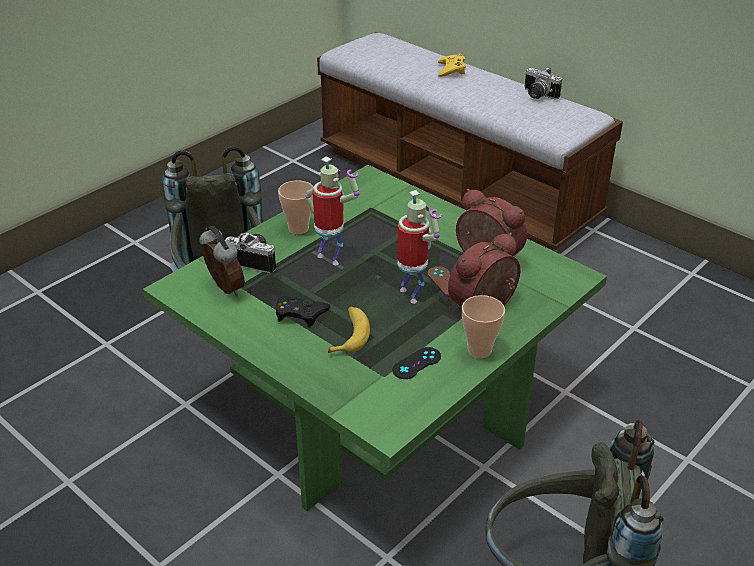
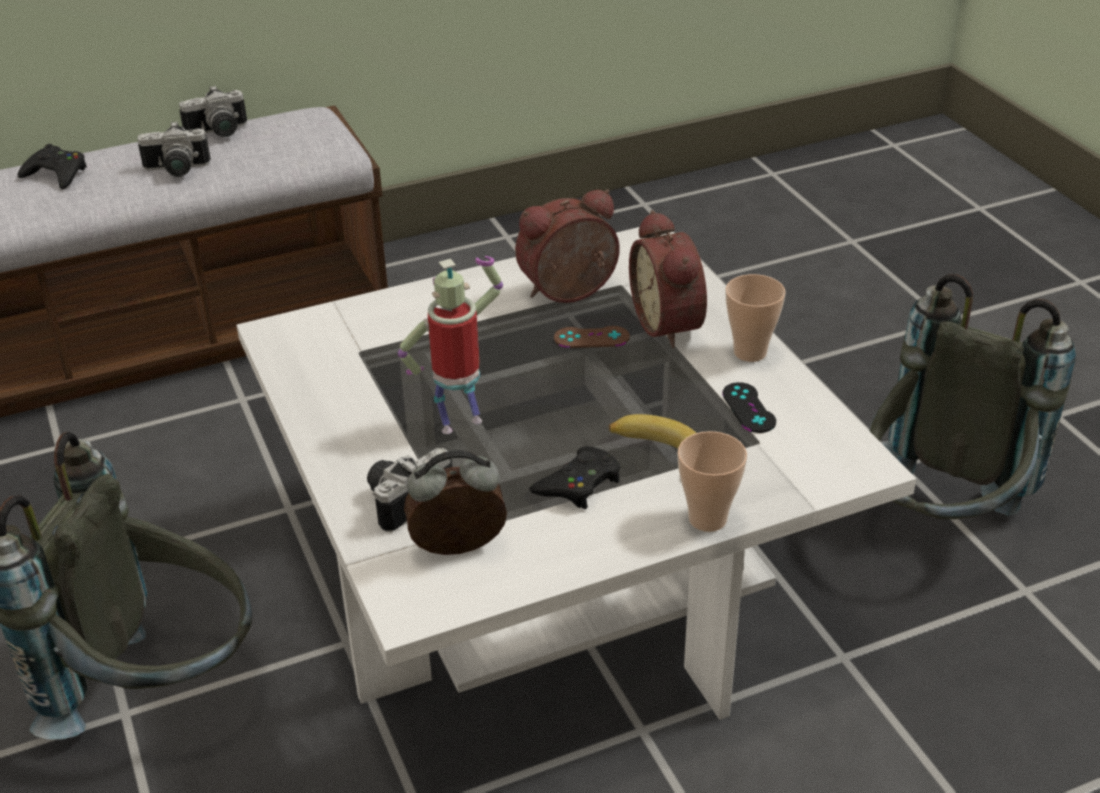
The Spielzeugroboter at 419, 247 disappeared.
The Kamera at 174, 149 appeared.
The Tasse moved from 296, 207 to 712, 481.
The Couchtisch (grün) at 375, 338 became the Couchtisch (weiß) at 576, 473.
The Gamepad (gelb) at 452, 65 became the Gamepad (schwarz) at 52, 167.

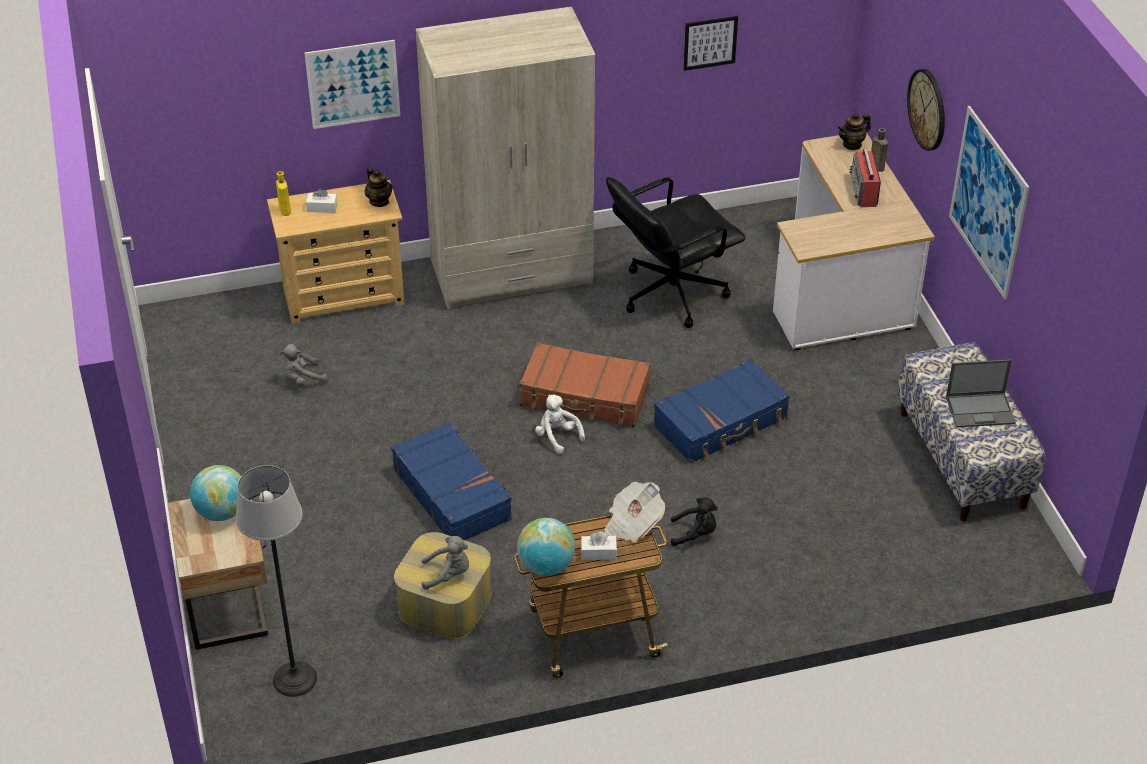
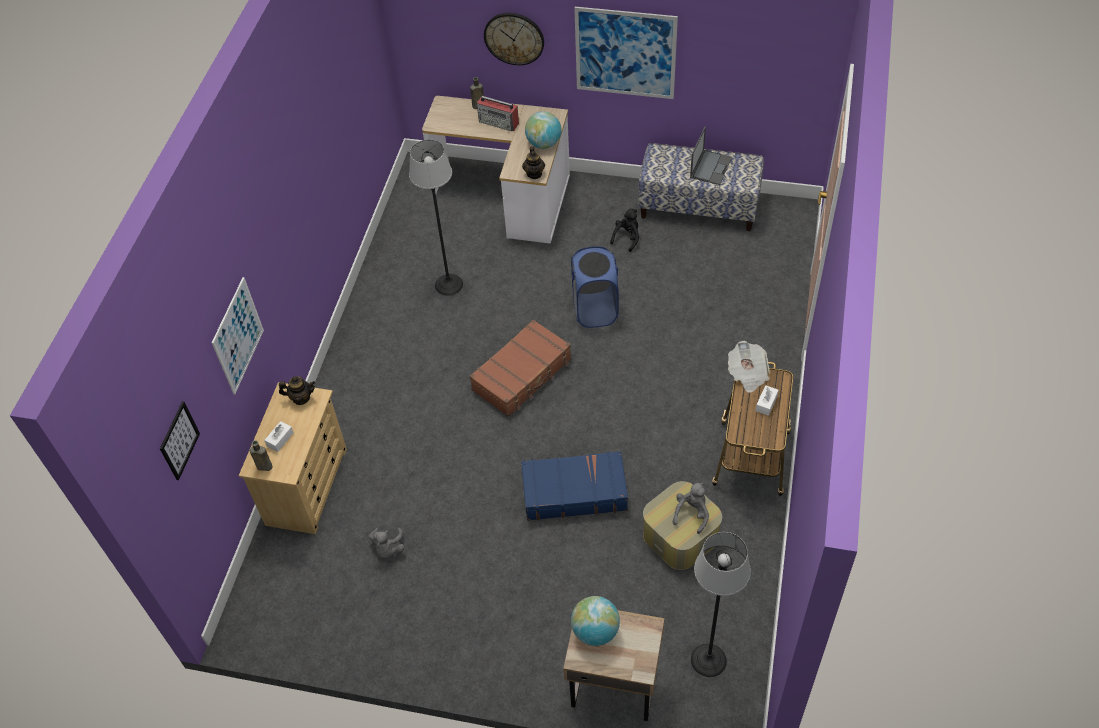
The Kleiderschrank (beige) at 505, 157 disappeared.
The Plüschtier (weiß) at 560, 424 disappeared.
The Globus moved from 546, 547 to 543, 130.
The Plüschtier (schwarz) moved from 694, 521 to 624, 230.
The Bild moved from 710, 43 to 180, 440.
The Teekanne moved from 854, 131 to 533, 162.
The Bürostuhl (schwarz) at 676, 252 was replaced by the Stehlampe at 436, 217.
The Koffer (blau) at 721, 411 was replaced by the Wäschekorb (blau) at 595, 287.
The Flasche (gelb) at 283, 193 became the Flasche (braun) at 261, 455.

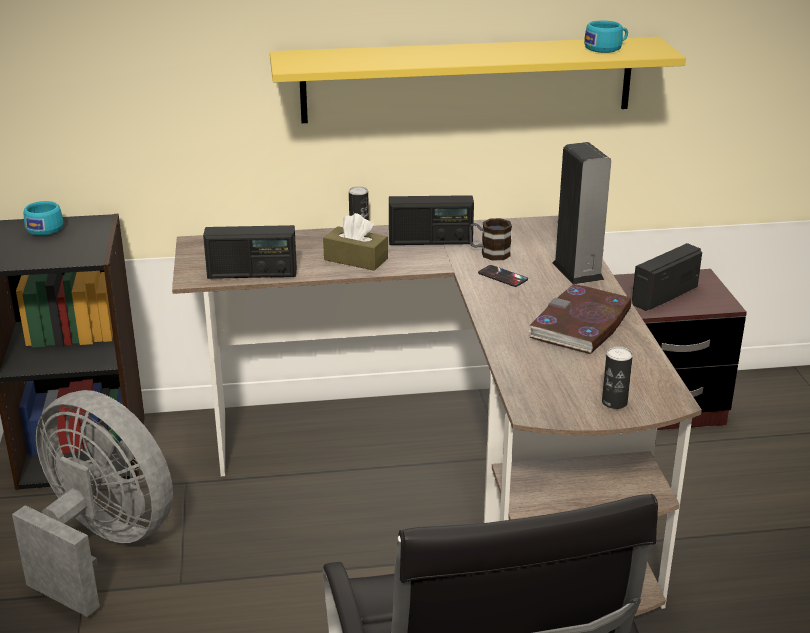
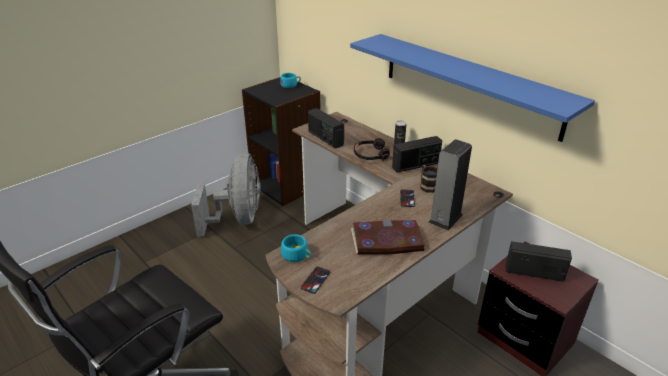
The Tasse (türkis) moved from 606, 36 to 296, 248.
The Taschentuchbox (braun) at 355, 242 was replaced by the Kopfhörer (schwarz) at 372, 149.
The Dose at 617, 378 was replaced by the Handy at 316, 280.
The Wandregal (gelb) at 478, 80 became the Wandregal (blau) at 472, 88.
The Radio at 431, 220 turned 75 degrees counterclockwise.

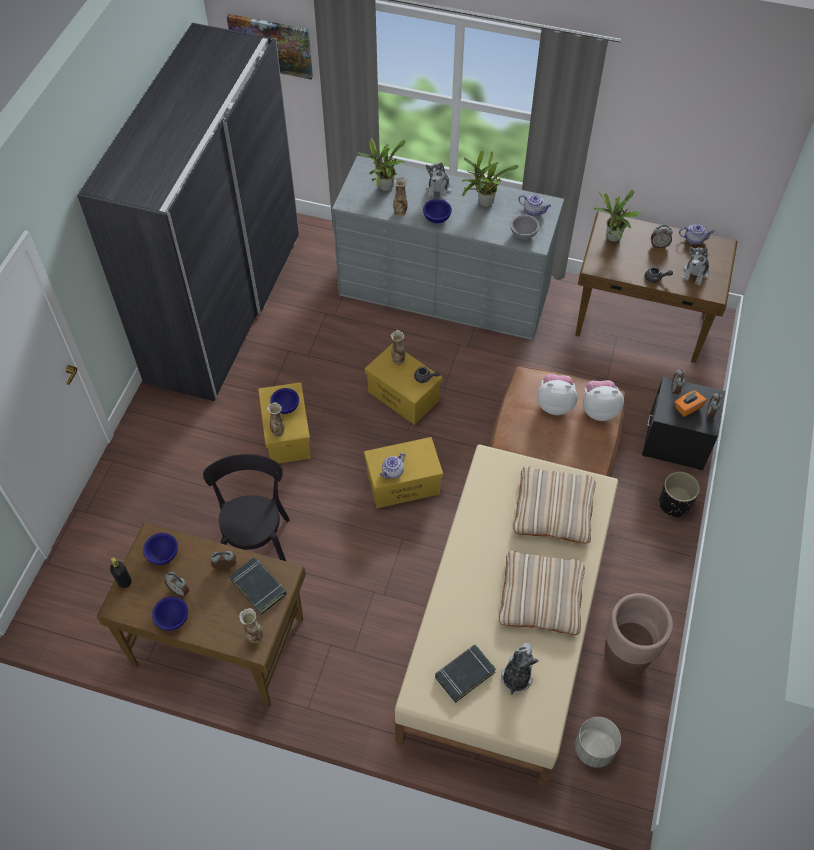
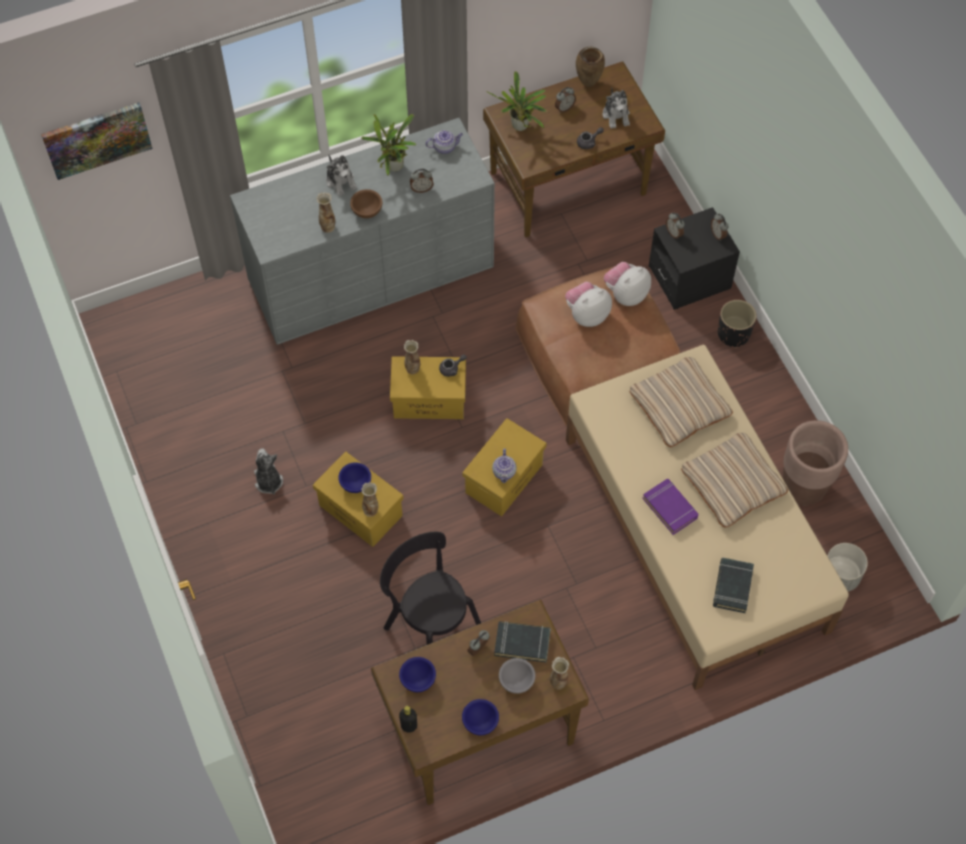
The Kleiderschrank (grau) at 188, 212 disappeared.
The Topfpflanze at 381, 164 disappeared.
The Taschentuchbox (orange) at 691, 404 disappeared.
The Buch (lila) at 670, 507 appeared.
The Wecker moved from 177, 584 to 422, 181.
The Plüschtier moved from 520, 669 to 268, 471.
The Schüssel (grau) moved from 524, 227 to 517, 676.
The Teekanne at 697, 234 was replaced by the Vase (braun) at 590, 67.
The Schüssel (blau) at 437, 211 became the Schüssel (braun) at 366, 203.

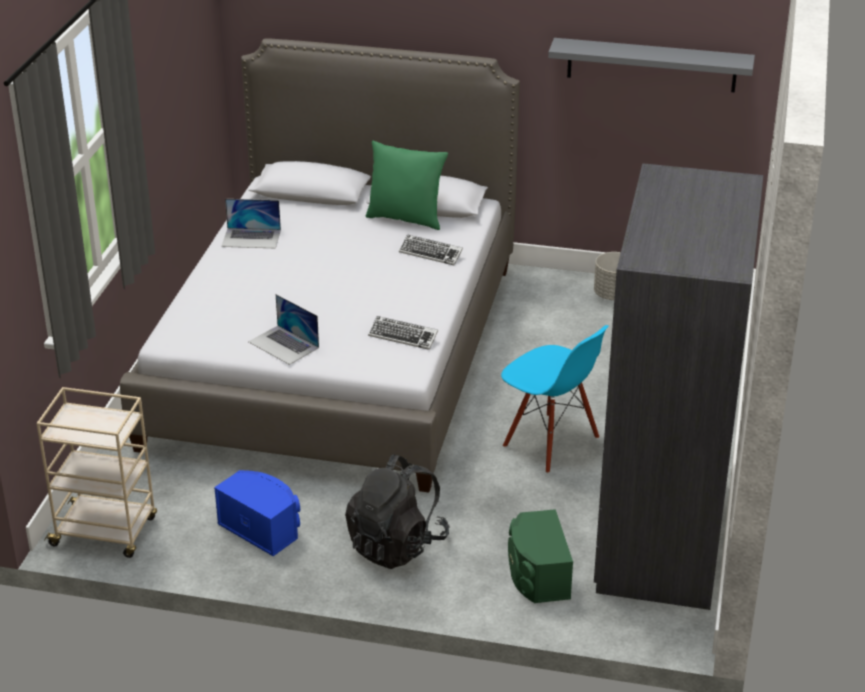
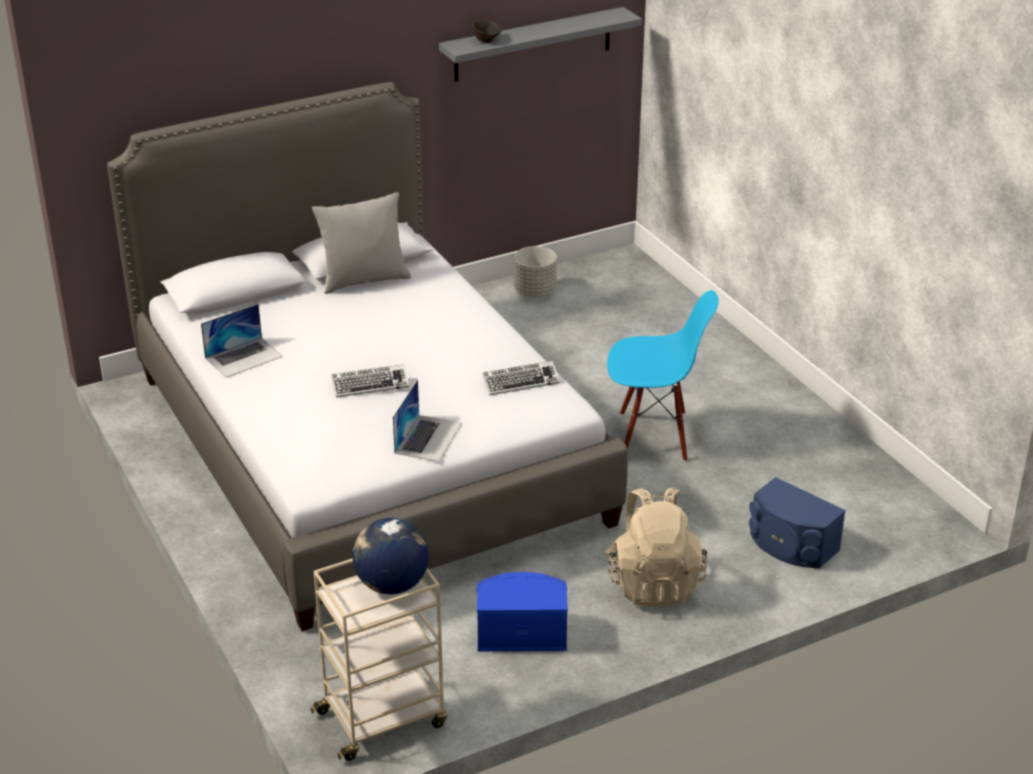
The Kleiderschrank (grau) at 678, 387 disappeared.
The Globus at 390, 556 appeared.
The Schüssel (braun) at 487, 31 appeared.
The Tastatur moved from 431, 249 to 370, 381.
The Rucksack (schwarz) at 397, 511 became the Rucksack (beige) at 656, 547.
The Kissen (grün) at 406, 185 became the Kissen (grau) at 361, 243.
The Lautsprecher (grün) at 540, 556 became the Lautsprecher (blau) at 797, 522.
The Laptop at 283, 329 turned 75 degrees counterclockwise.

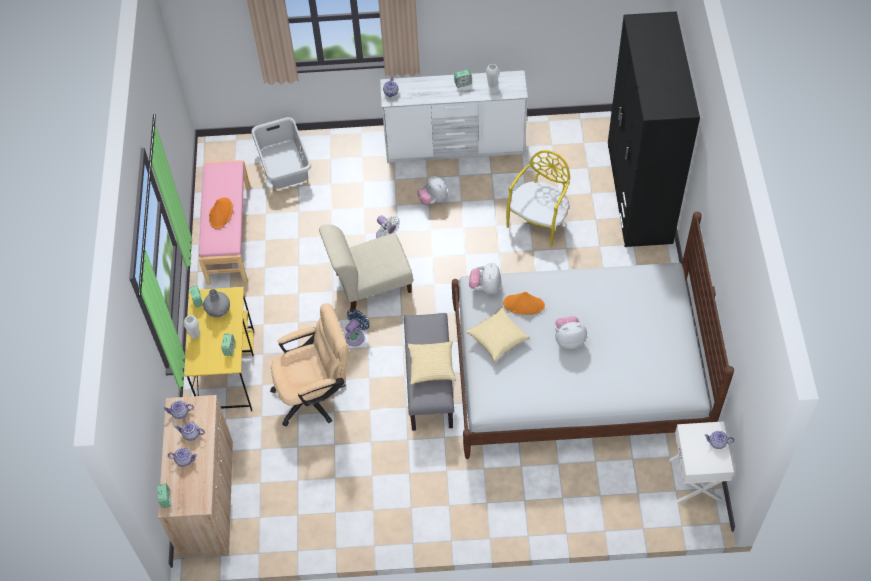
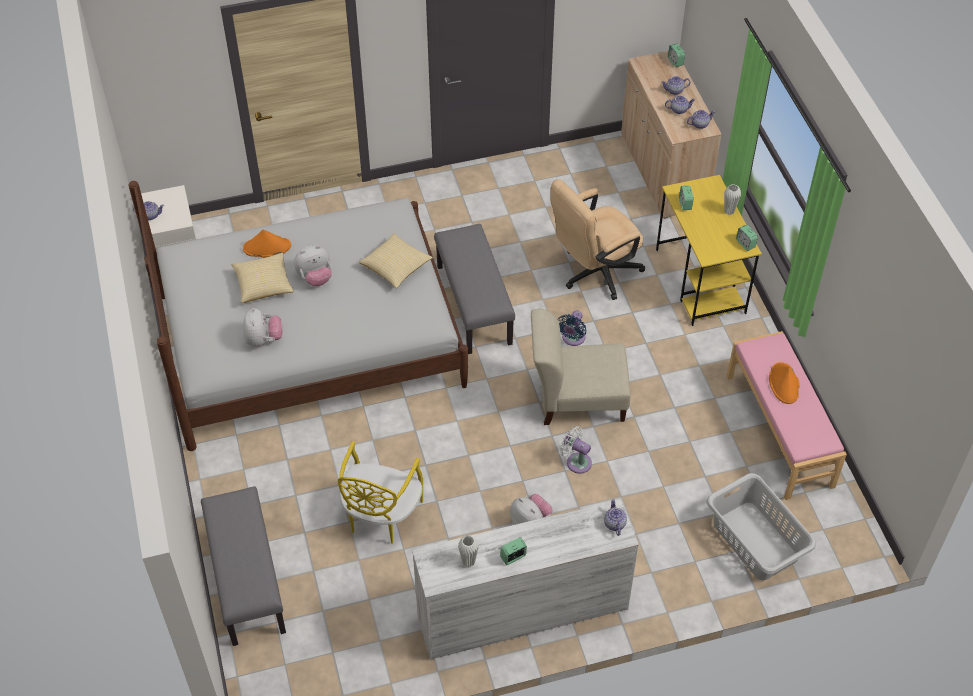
The Vase (grau) at 216, 303 disappeared.
The Kissen moved from 432, 362 to 262, 278.
The Plüschtier moved from 485, 278 to 262, 327.
The Hut (orange) moved from 524, 303 to 267, 243.
The Kleiderschrank (schwarz) at 654, 129 was replaced by the Bank (grau) at 243, 566.
The Stuhl (beige) at 366, 268 turned 150 degrees counterclockwise.

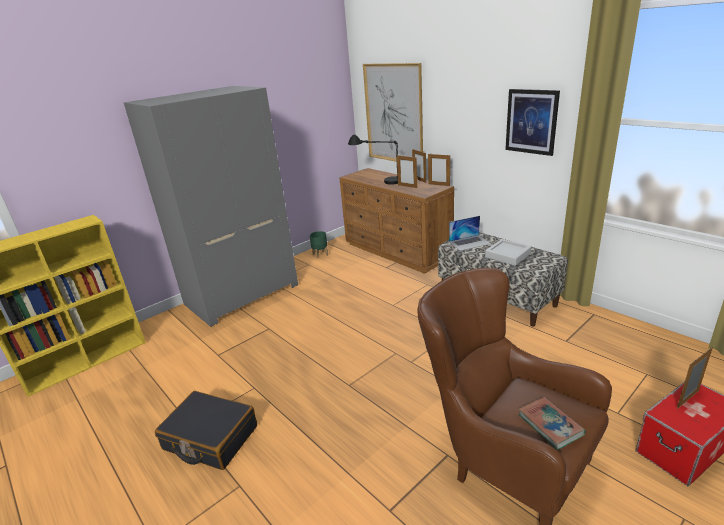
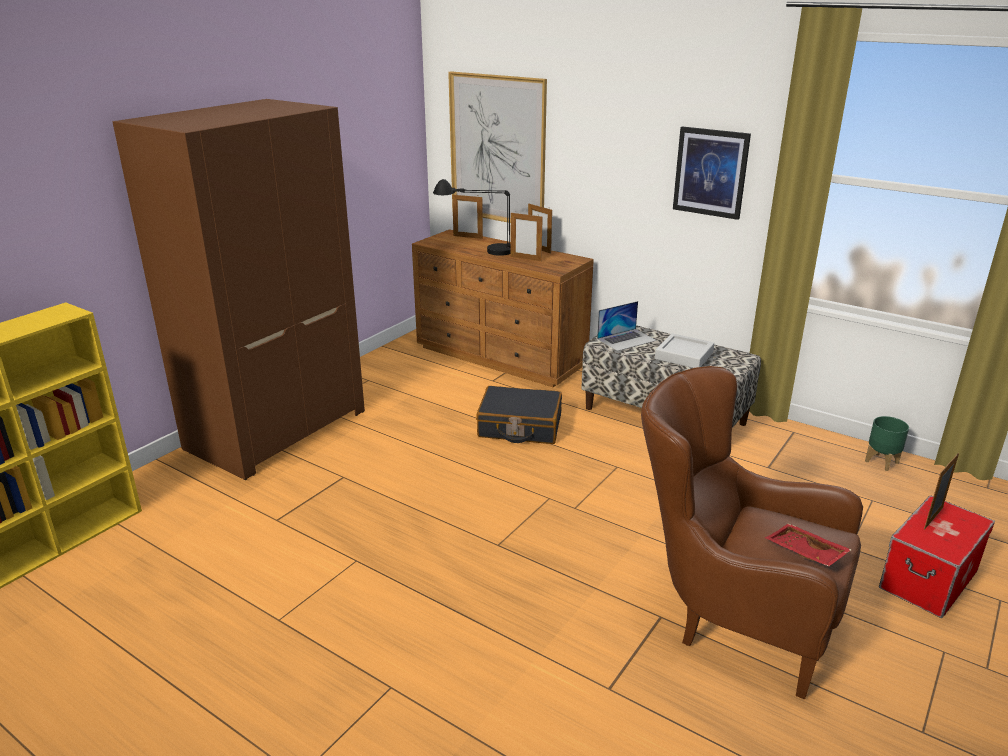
The Koffer (schwarz) moved from 206, 430 to 519, 415.
The Pflanzkübel (grün) moved from 319, 245 to 887, 443.
The Bilderrahmen moved from 439, 170 to 467, 217.
The Buch at 552, 423 was replaced by the Tablett (rot) at 808, 545.
The Kleiderschrank (grau) at 211, 206 became the Kleiderschrank (braun) at 238, 289.

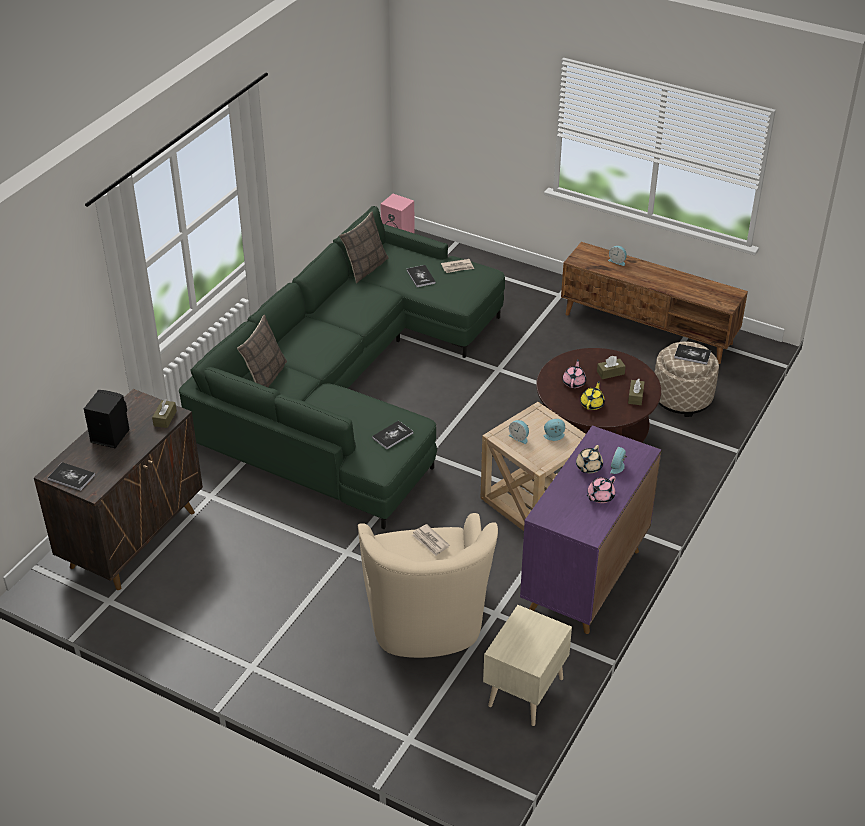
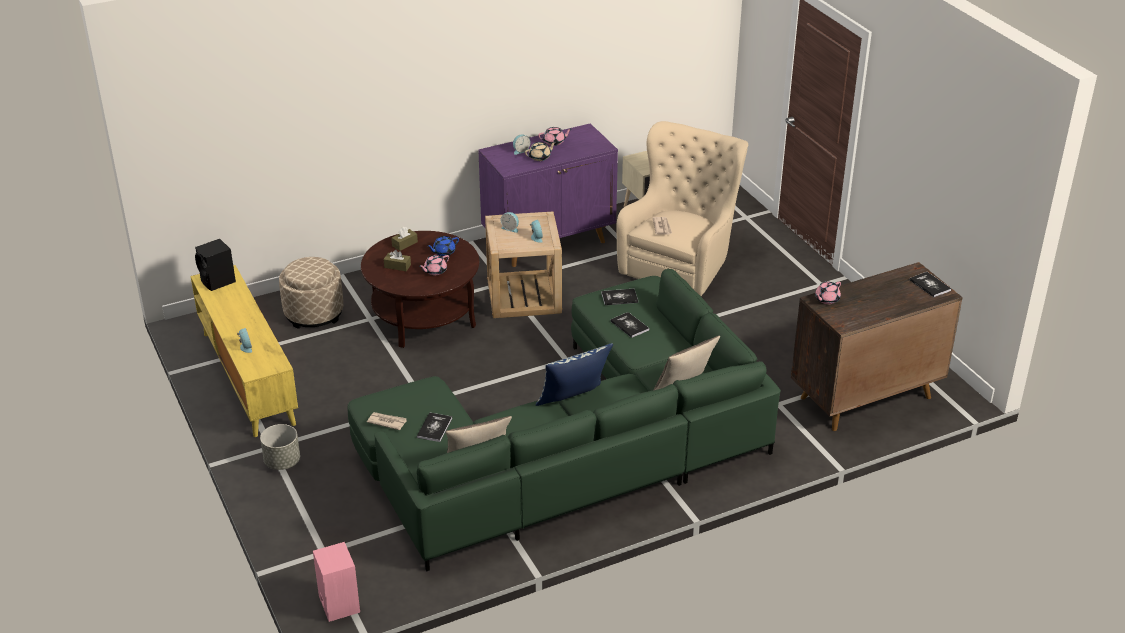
The Pflanzkübel (grau) at 280, 447 appeared.
The Kissen at 574, 374 appeared.
The Lautsprecher (schwarz) moved from 107, 419 to 215, 265.
The Buch moved from 692, 354 to 629, 325.
The Taschentuchbox (braun) at 164, 413 was replaced by the Teekanne (rosa) at 828, 293.
The Fernsehschrank (braun) at 654, 303 became the Fernsehschrank (gelb) at 244, 351.
The Teekanne (gelb) at 592, 395 became the Teekanne (blau) at 443, 246.

